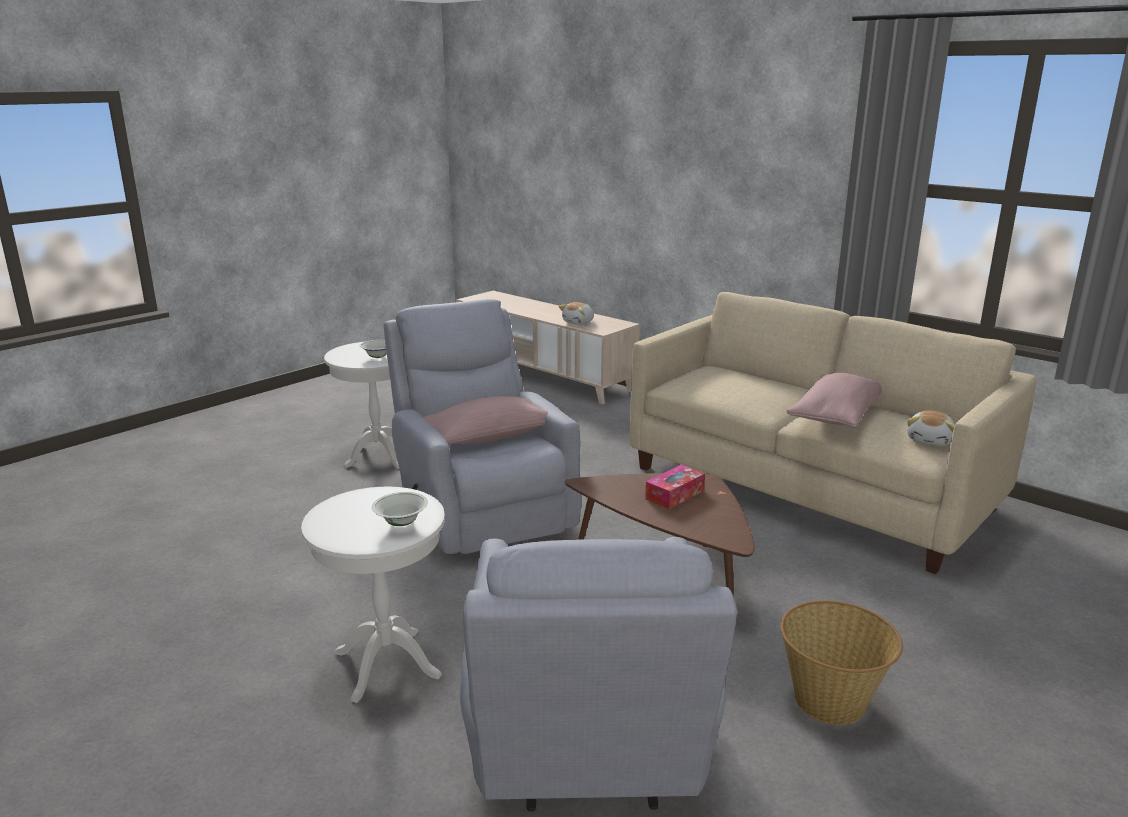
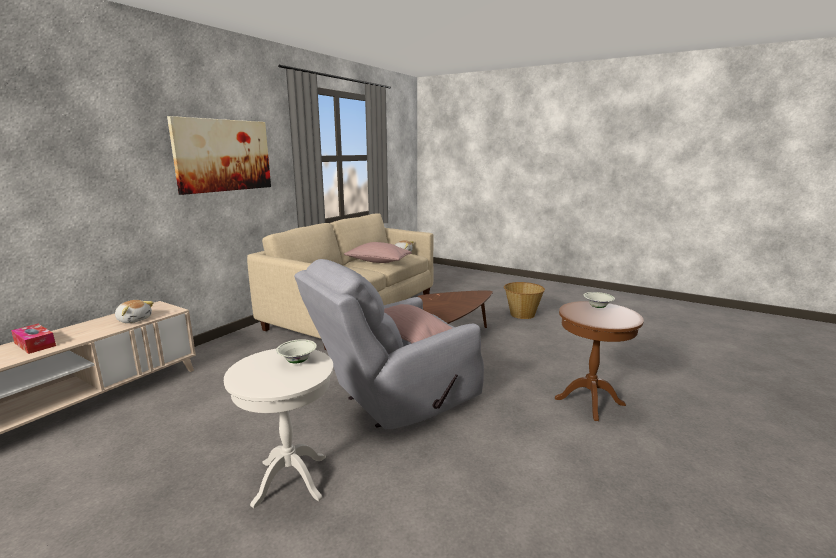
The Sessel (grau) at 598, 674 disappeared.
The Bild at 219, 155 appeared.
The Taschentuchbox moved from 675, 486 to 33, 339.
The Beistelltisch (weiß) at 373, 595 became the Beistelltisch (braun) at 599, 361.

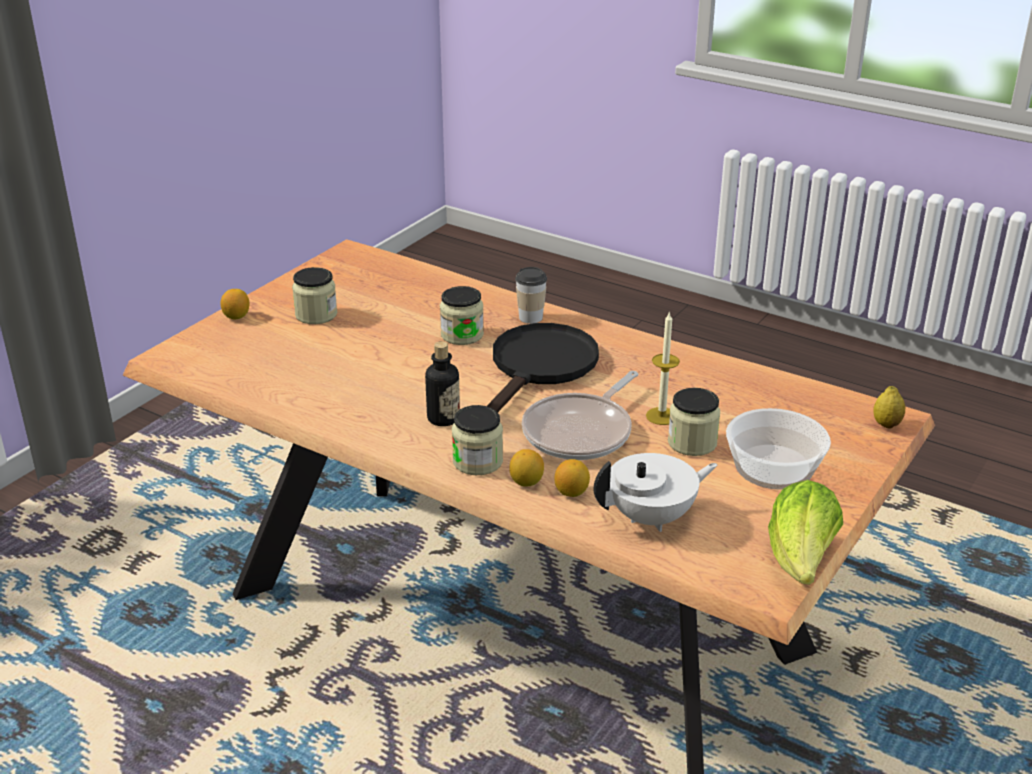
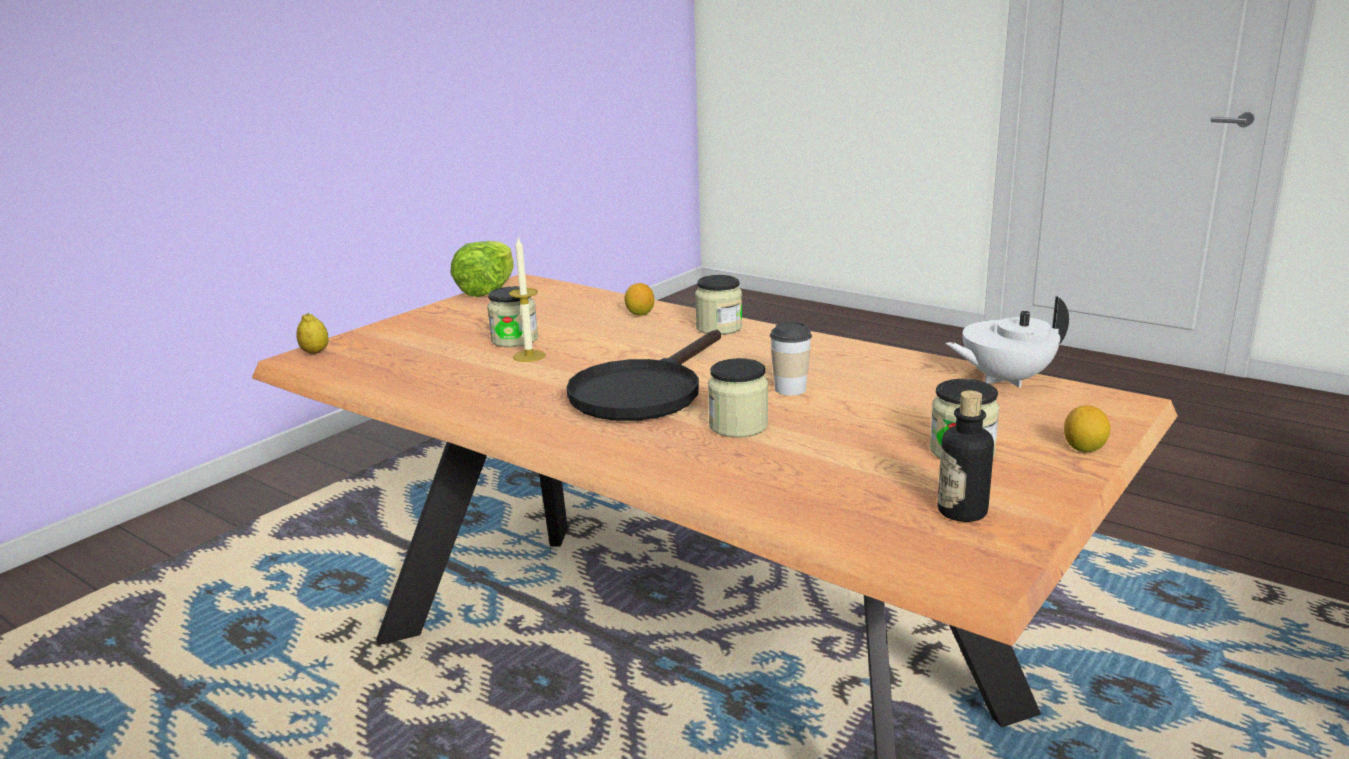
The Zitrone at 526, 468 disappeared.
The Pfanne at 580, 415 disappeared.
The Schüssel at 778, 449 disappeared.
The Flasche moved from 442, 383 to 965, 456.
The Tasse moved from 531, 295 to 791, 358.
The Teekanne (weiß) moved from 655, 492 to 1007, 342.

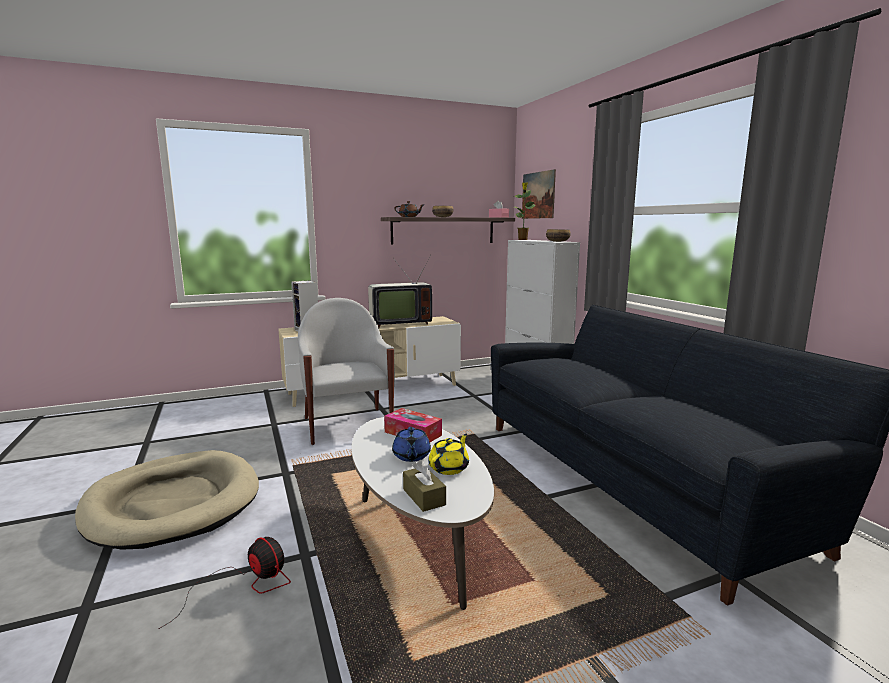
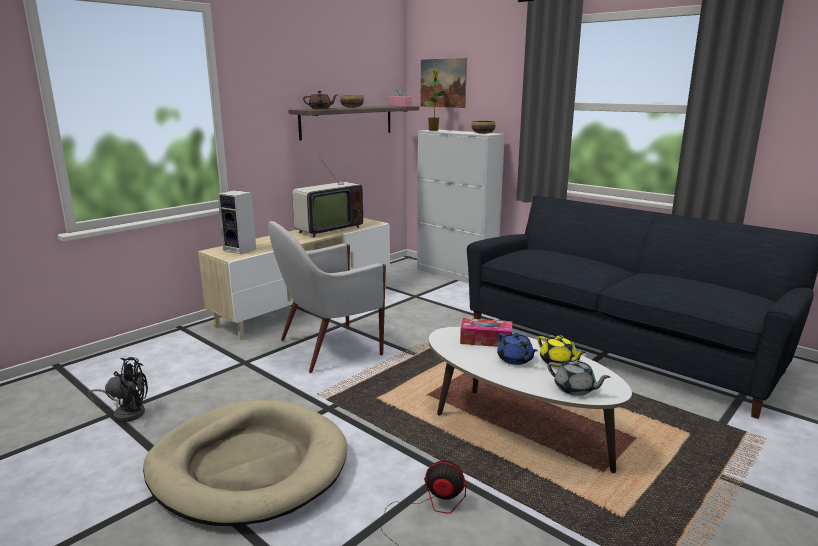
The Ventilator (schwarz) at 118, 389 appeared.
The Taschentuchbox (braun) at 424, 486 was replaced by the Teekanne (grau) at 579, 378.
The Sessel (weiß) at 346, 371 turned 75 degrees counterclockwise.
The Teekanne (gelb) at 448, 454 turned 135 degrees clockwise.

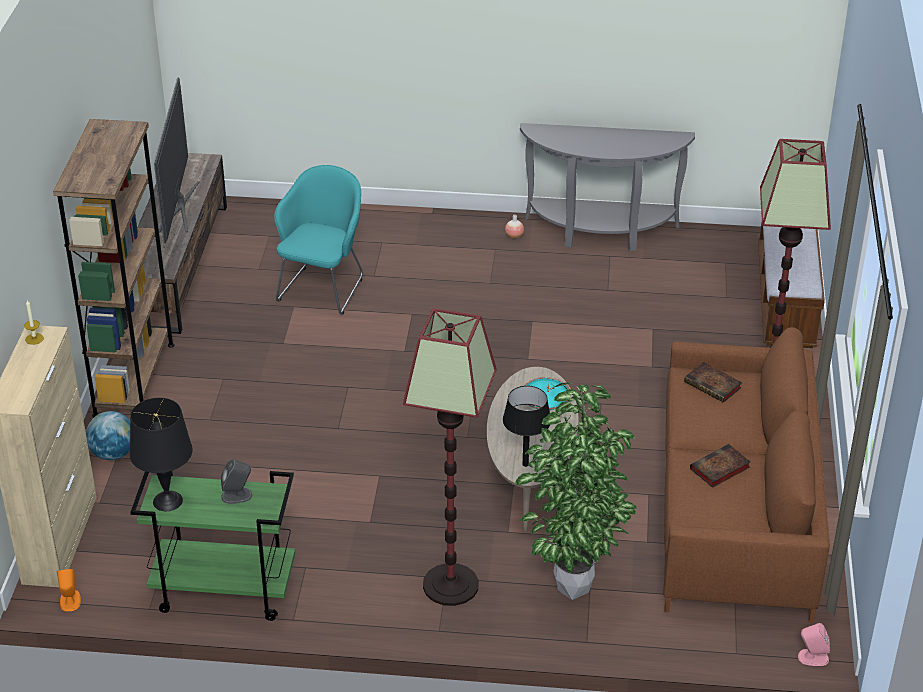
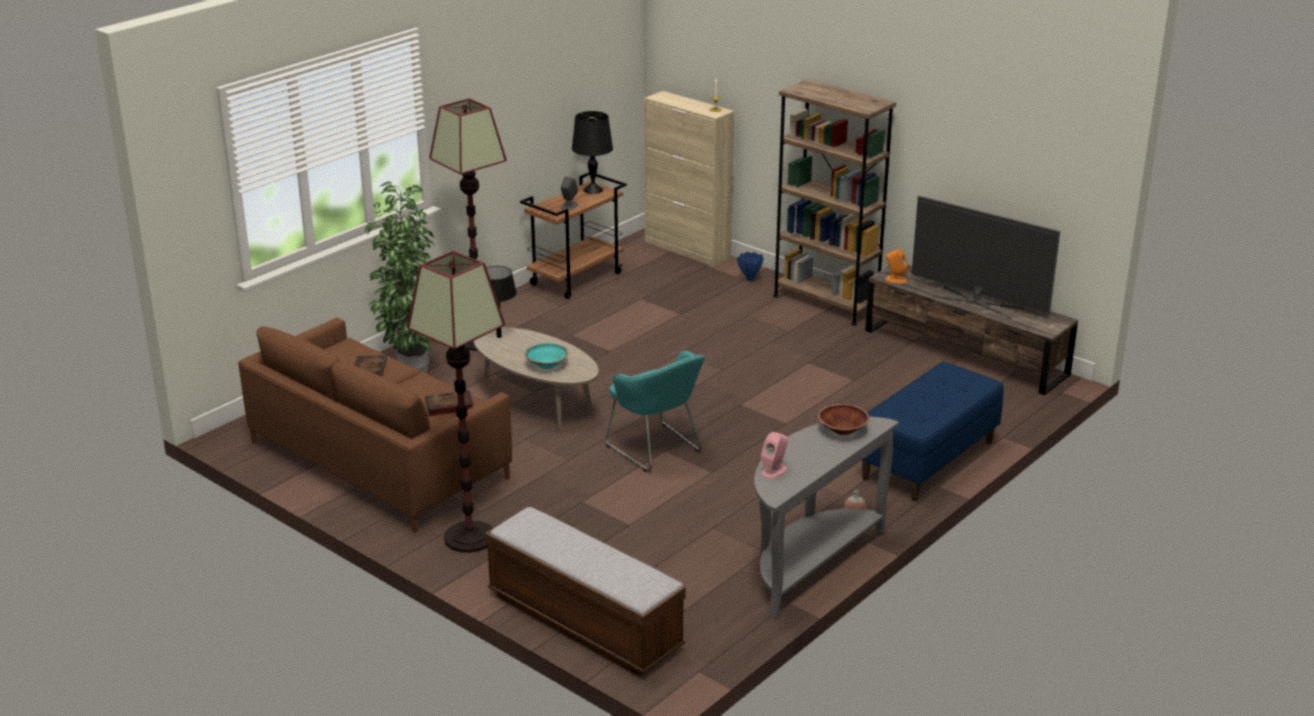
The Schüssel (braun) at 843, 419 appeared.
The Bank (blau) at 933, 431 appeared.
The Lautsprecher (orange) moved from 69, 590 to 896, 266.
The Sessel (türkis) moved from 318, 240 to 655, 411.
The Lautsprecher (rosa) moved from 814, 644 to 774, 455.
The Globus at 108, 435 was replaced by the Vase (blau) at 750, 266.
The Rollwagen (grün) at 212, 546 became the Rollwagen (braun) at 573, 235.

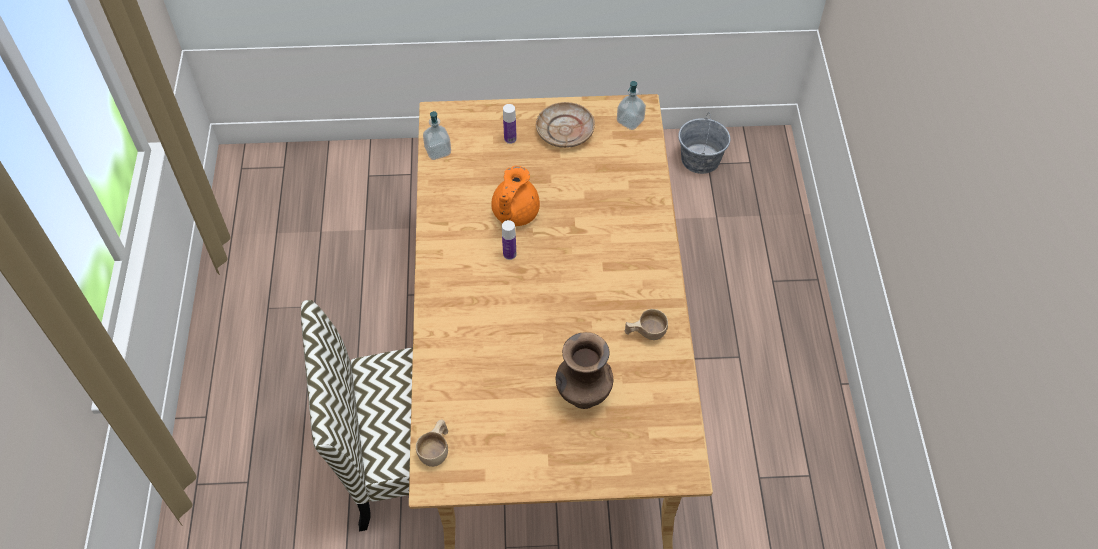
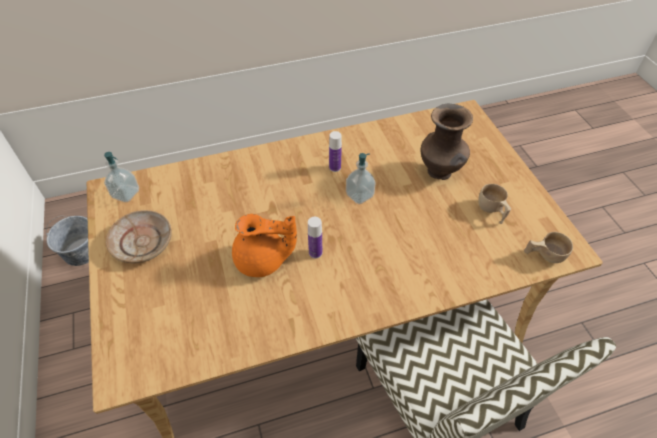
The Seifenspender moved from 437, 135 to 361, 178.
The Flasche moved from 510, 124 to 335, 151.
The Tasse (beige) moved from 646, 324 to 495, 204.

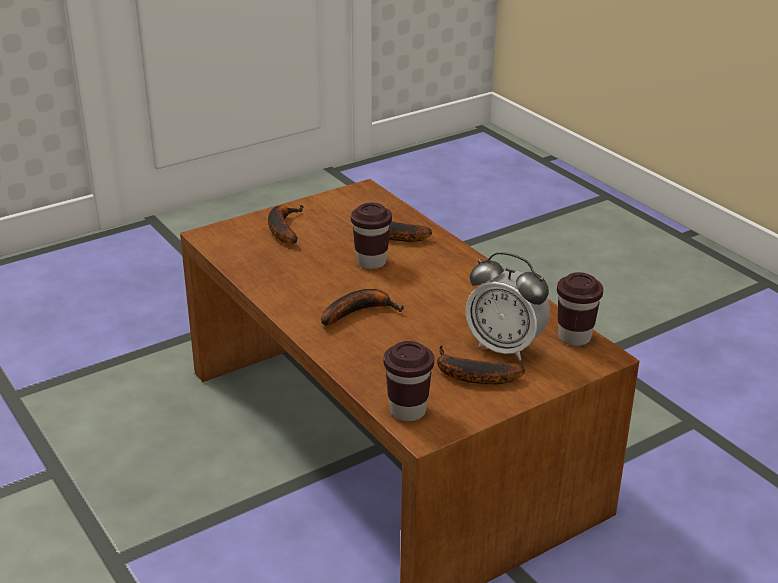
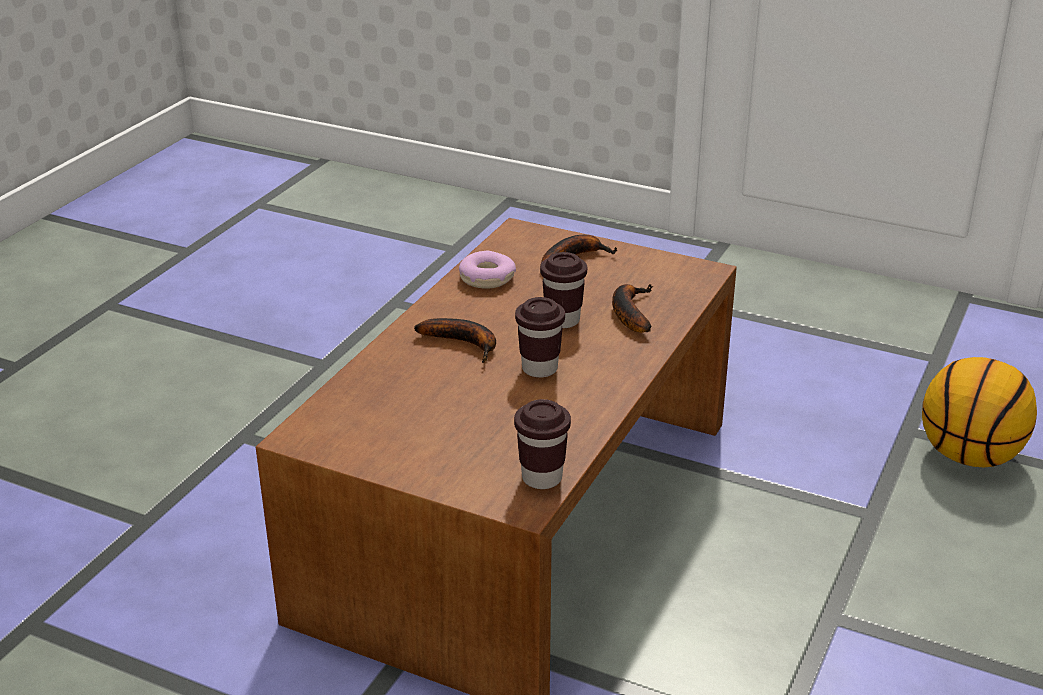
The Banane at 481, 364 disappeared.
The Wecker at 507, 306 disappeared.
The Donut at 487, 269 appeared.
The Basketball at 979, 412 appeared.
The Tasse (braun) moved from 409, 381 to 540, 337.

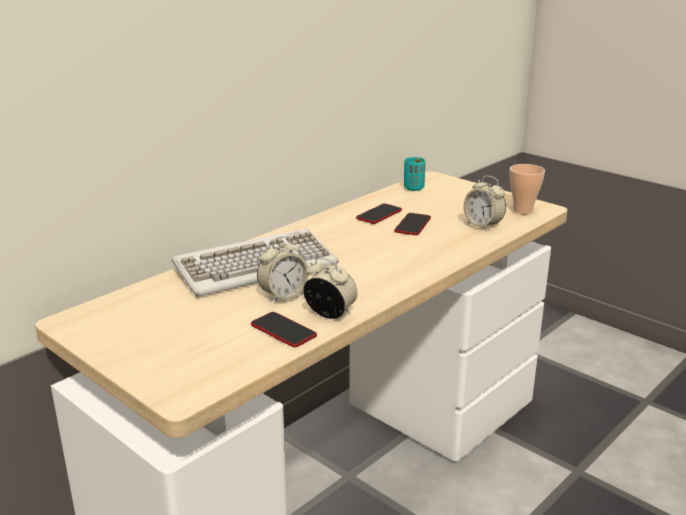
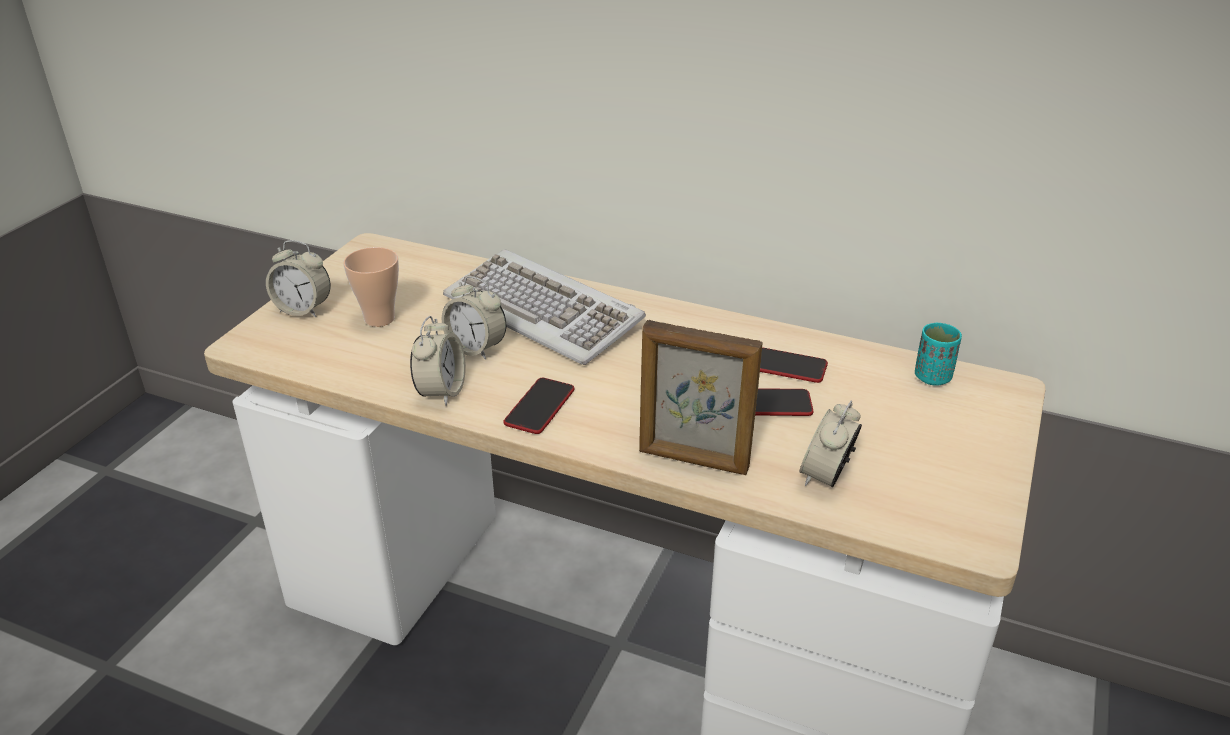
The Wecker at 298, 278 appeared.
The Bilderrahmen at 700, 397 appeared.
The Handy moved from 284, 329 to 539, 406.
The Tasse moved from 527, 189 to 371, 287.

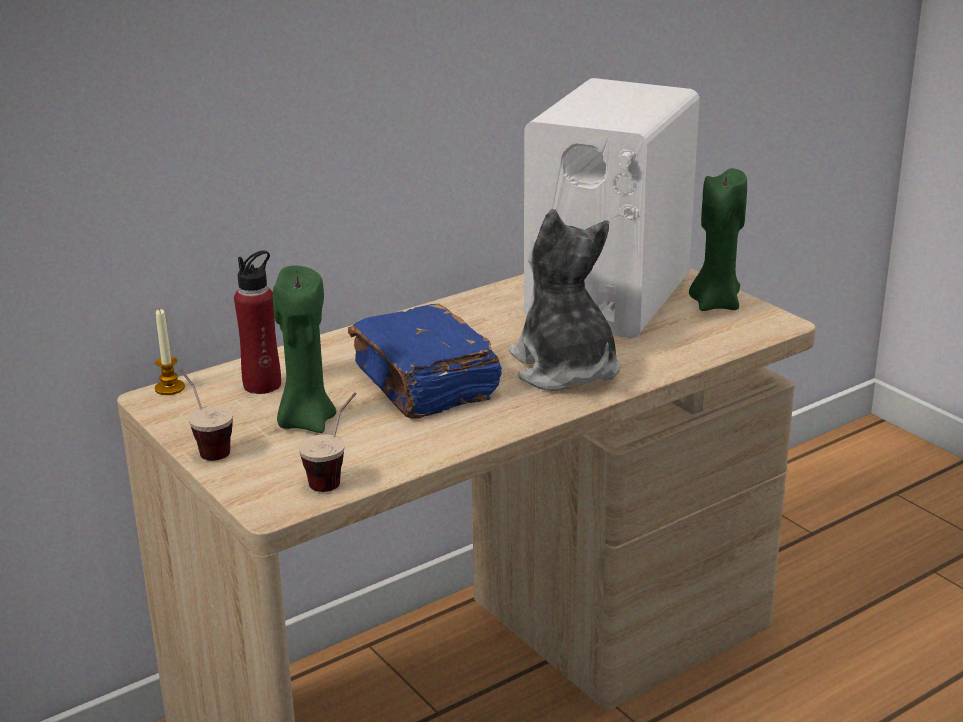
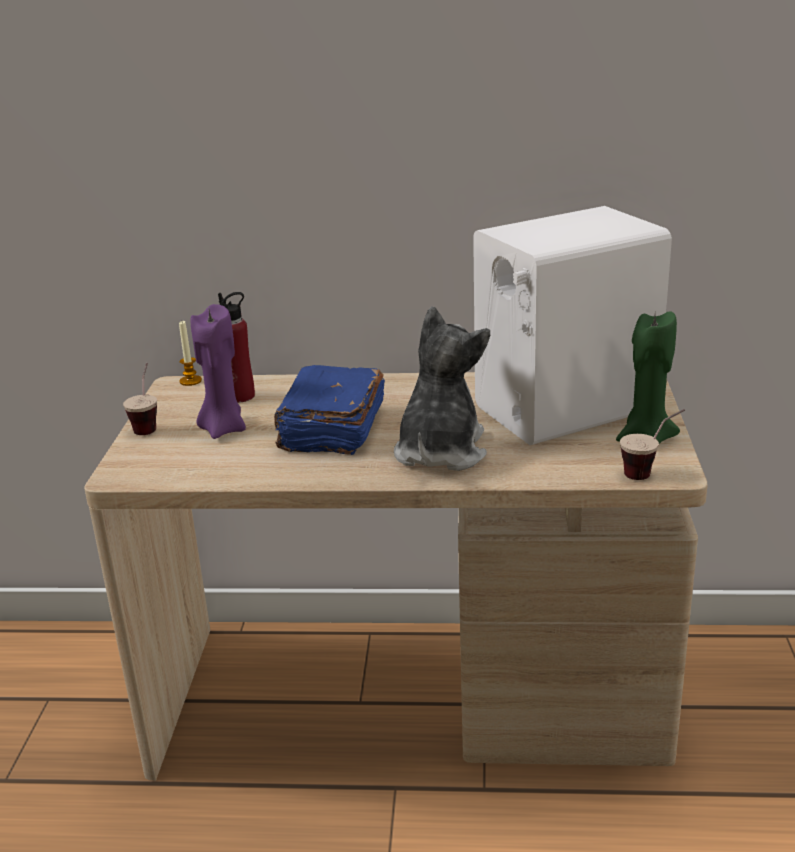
The Tasse moved from 327, 442 to 652, 444.
The Kerze (grün) at 304, 349 became the Kerze (lila) at 218, 371.

